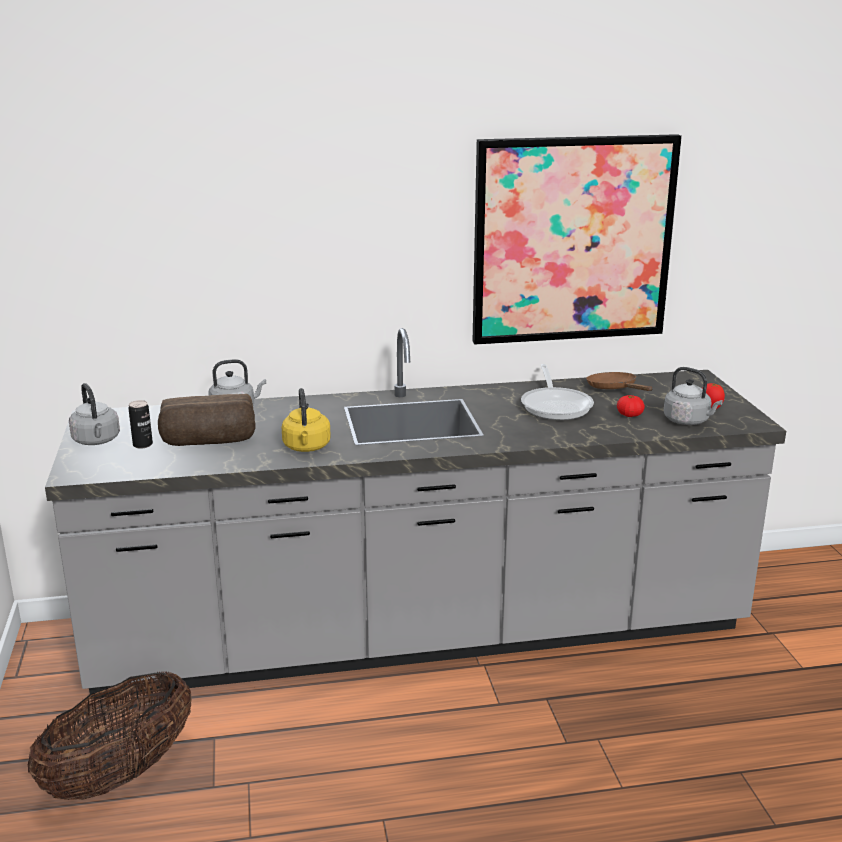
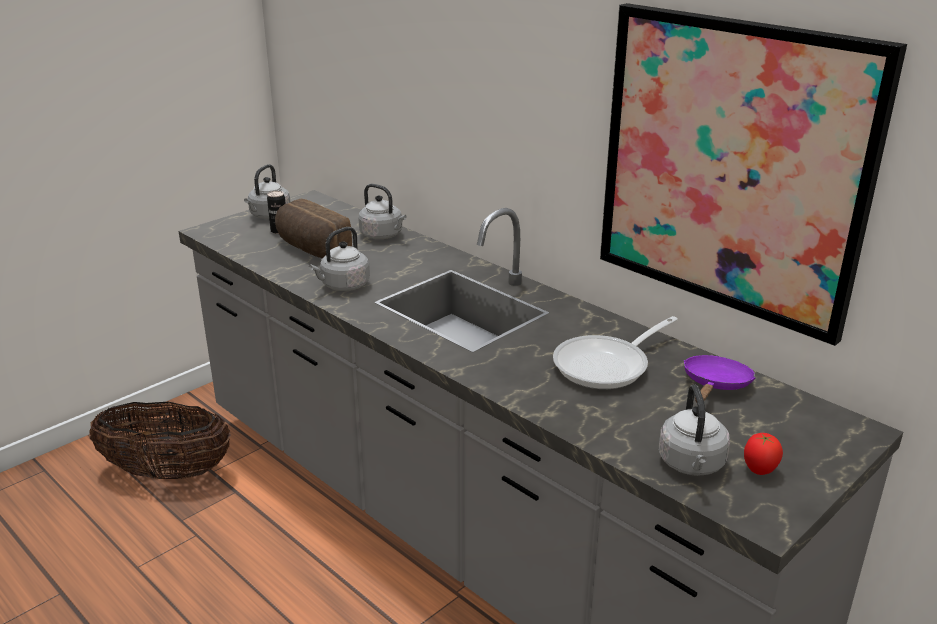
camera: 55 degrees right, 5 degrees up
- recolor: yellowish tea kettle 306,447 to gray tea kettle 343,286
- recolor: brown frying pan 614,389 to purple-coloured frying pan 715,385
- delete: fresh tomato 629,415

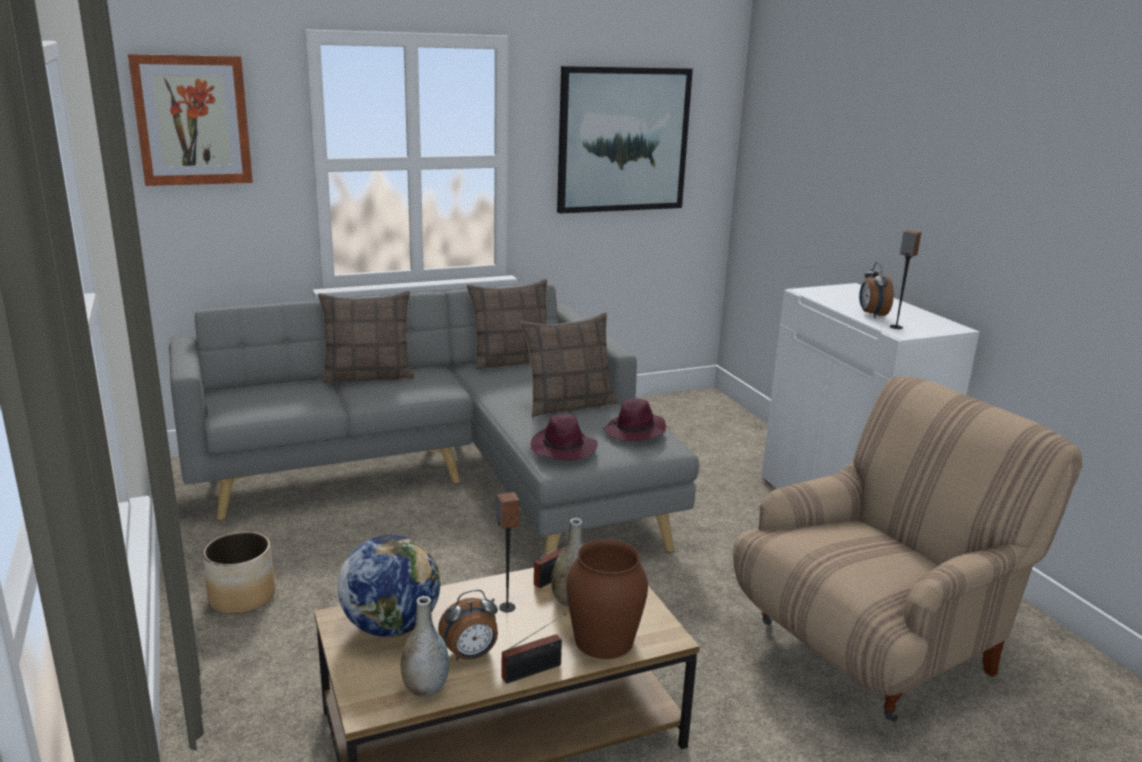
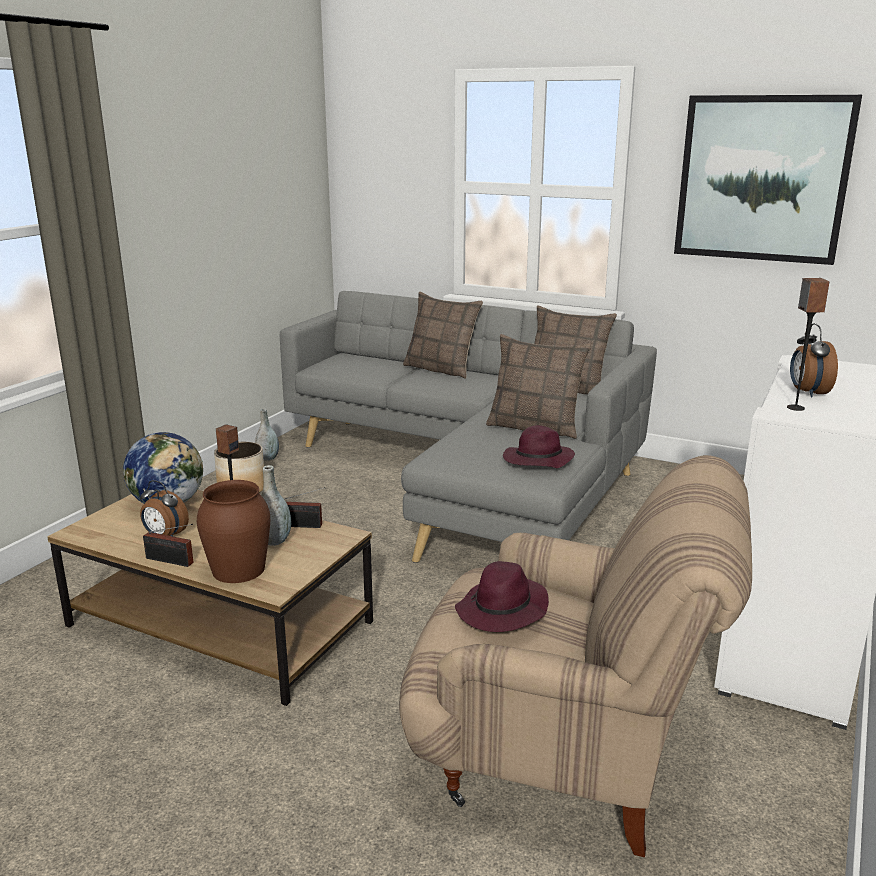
camera: 50 degrees right, 0 degrees up
- delete: wall art 192,120
- move: gray vase 425,688 to 268,458
- move: purple-coloured clothing hat 564,449 to 502,611
- rotate: table clock 871,314 = 807,393 45 degrees counterclockwise

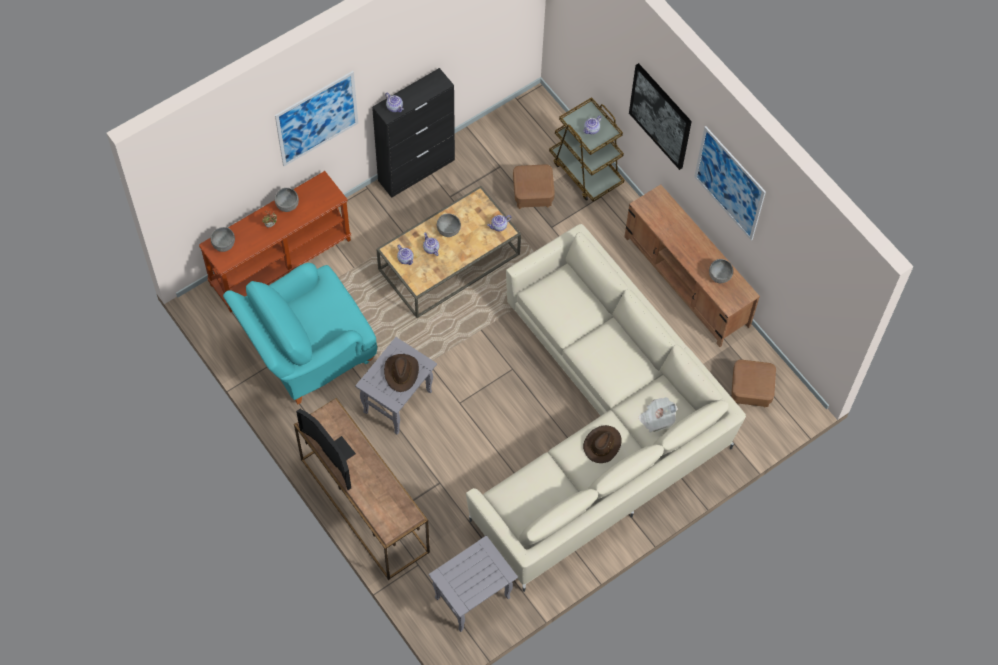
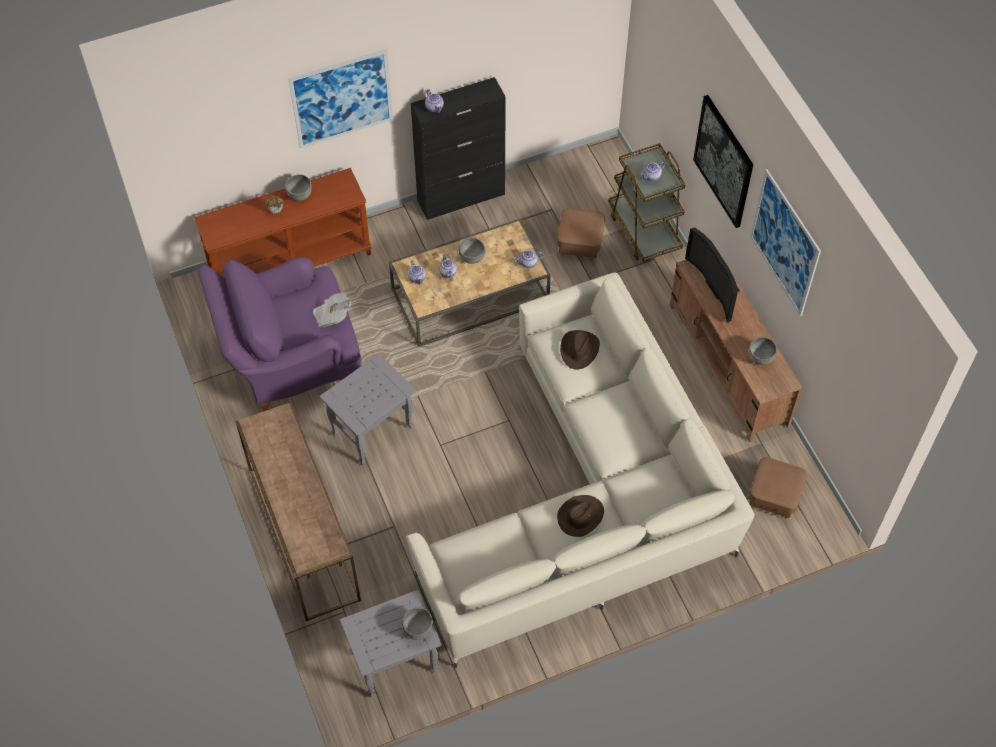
camera: 15 degrees right, 5 degrees down
- move: gray serving bowl 224,245 to 418,629
- recolor: blue-green armchair 306,353 to purple-coloured armchair 289,360
- move: television 334,454 to 717,287
- move: brown clothing hat 401,373 to 579,350
- move: printed paper 656,419 to 332,316

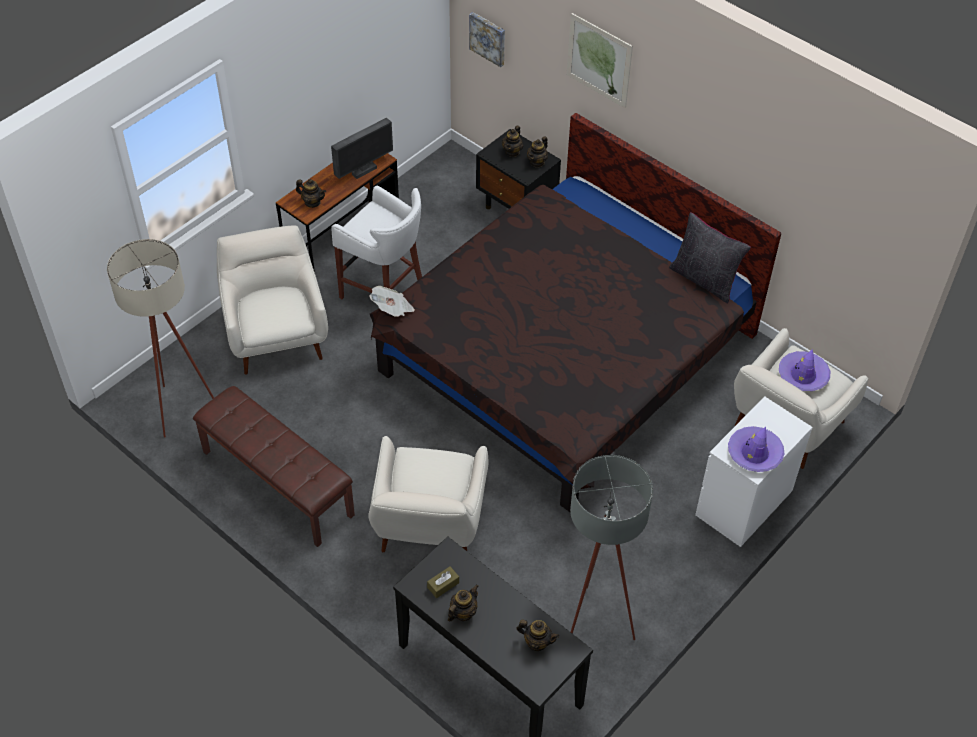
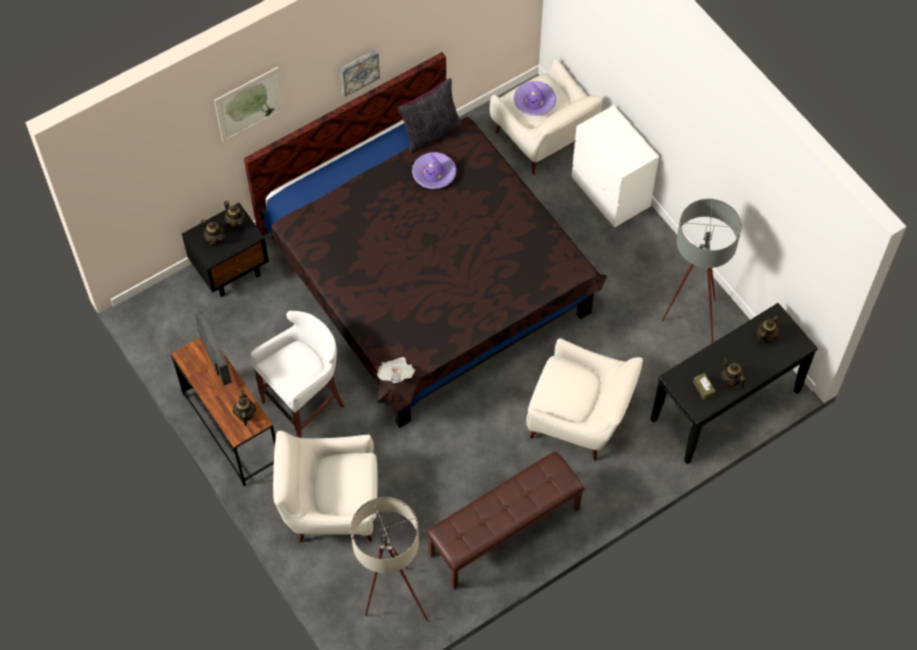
camera: 75 degrees left, 10 degrees up
- rotate: tea pot 312,202 = 245,414 45 degrees counterclockwise
- move: wall art 488,38 to 359,71
- move: purple-coloured clothing hat 754,453 to 434,174

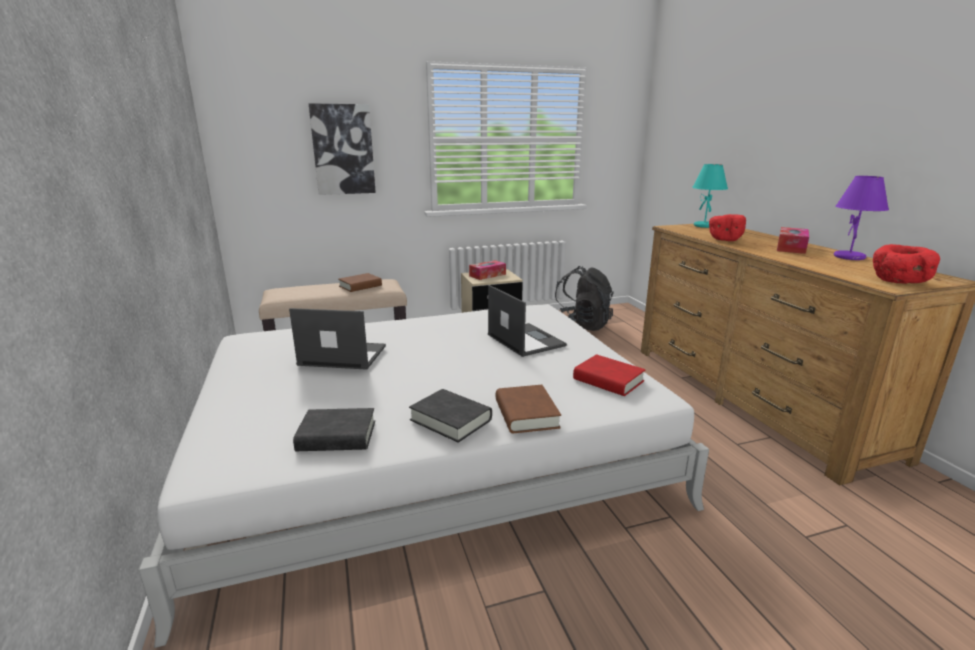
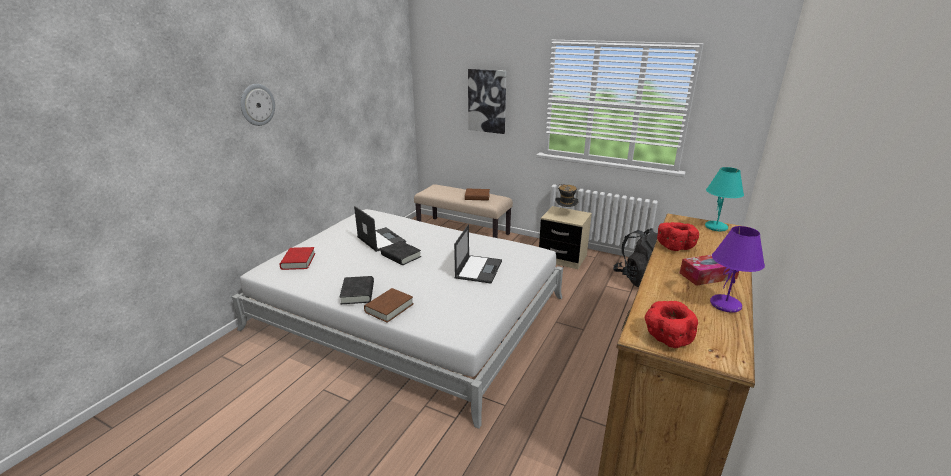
camera: 45 degrees right, 5 degrees up
- move: black book 337,436 to 401,256
- replace: tissue box 487,275 to clothing hat 565,213
- move: reddish book 608,380 to 298,261
- insert: hanging clock 257,104

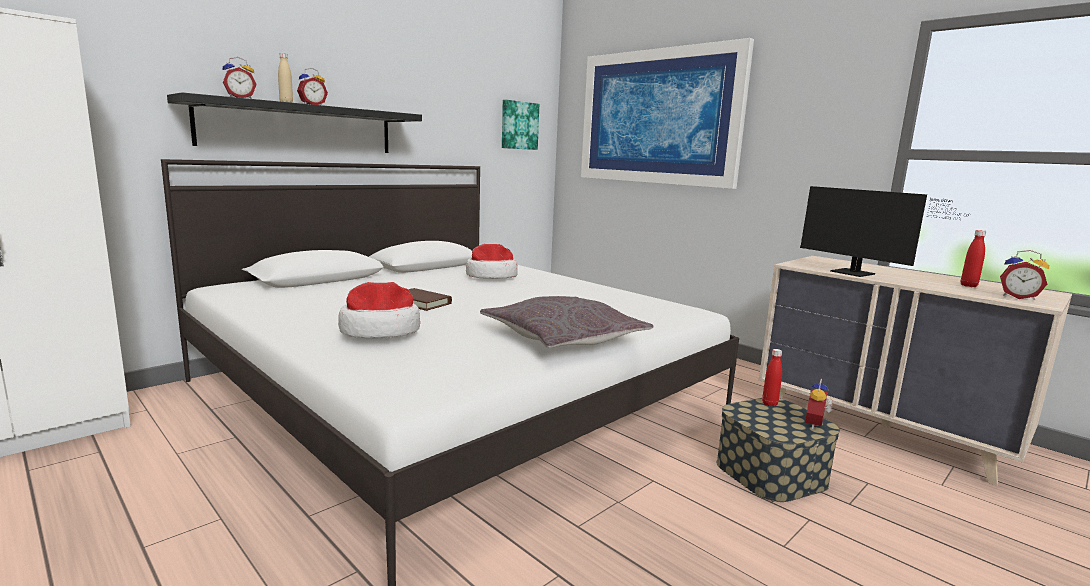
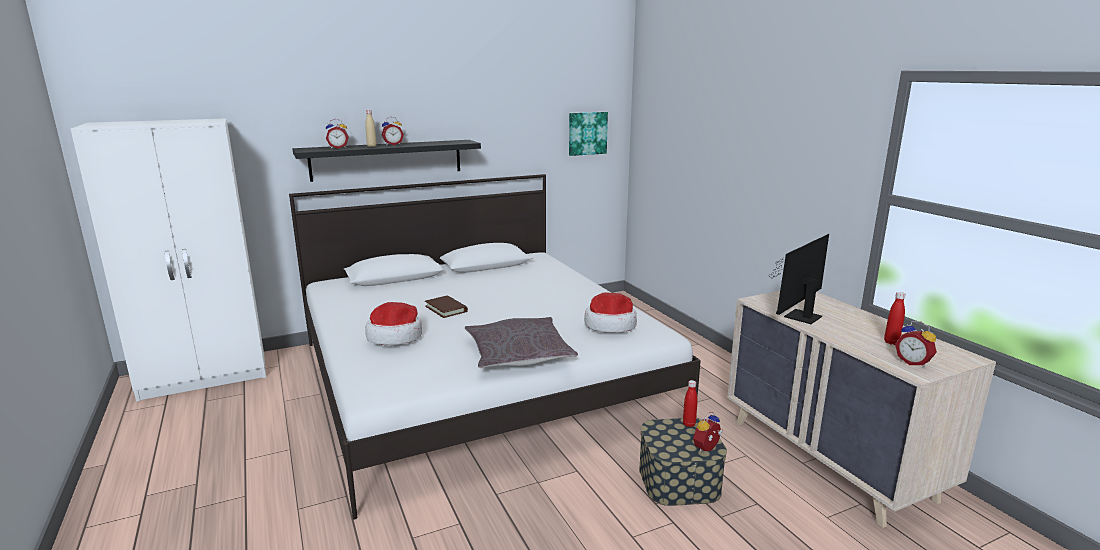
camera: 20 degrees right, 5 degrees up
- move: clothing hat 491,276 to 610,325
- delete: wall art 658,117
- rotate: computer display 857,274 = 799,317 60 degrees clockwise

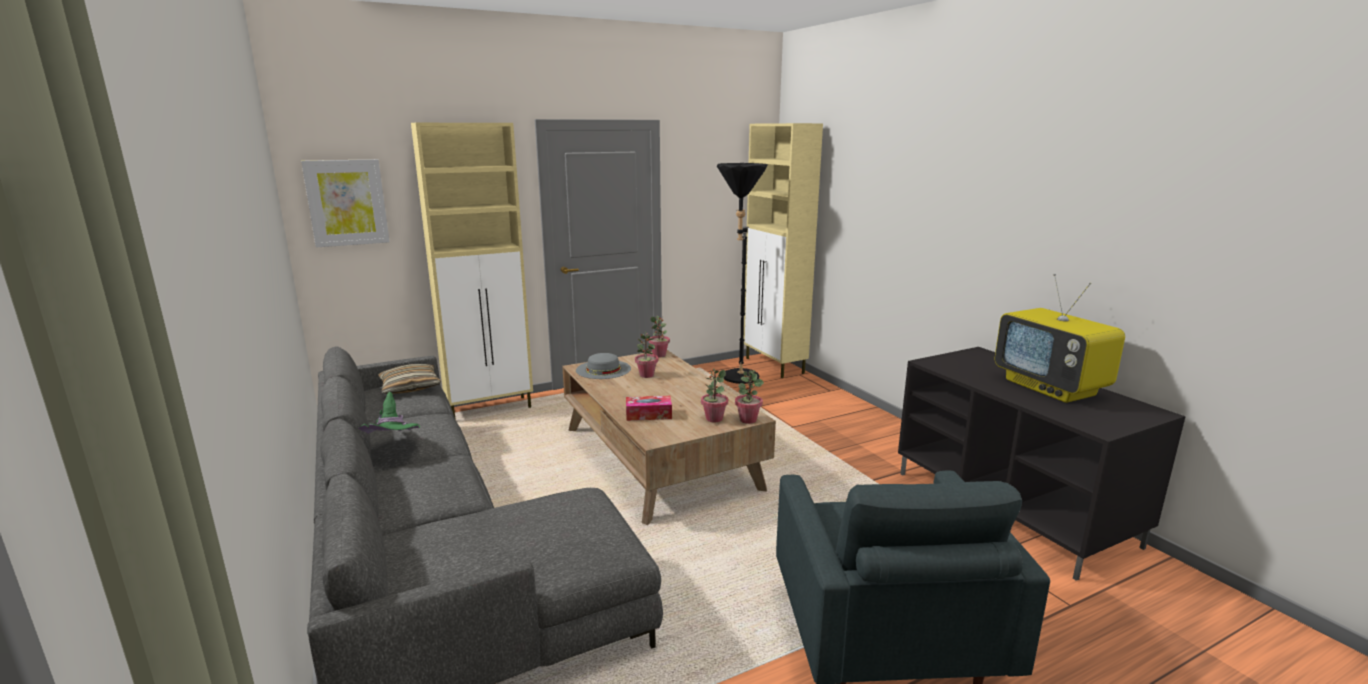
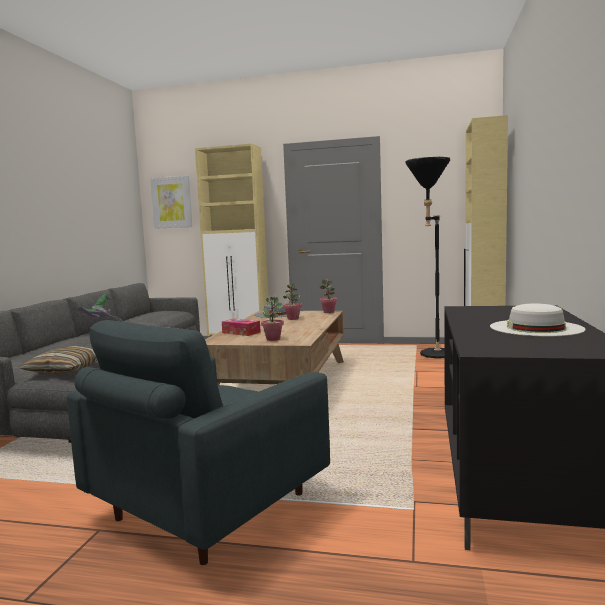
camera: 40 degrees right, 10 degrees down
- move: pillow 410,387 to 66,370
- delete: potted plant 748,420
- replace: television 1051,388 to whitish clothing hat 536,328

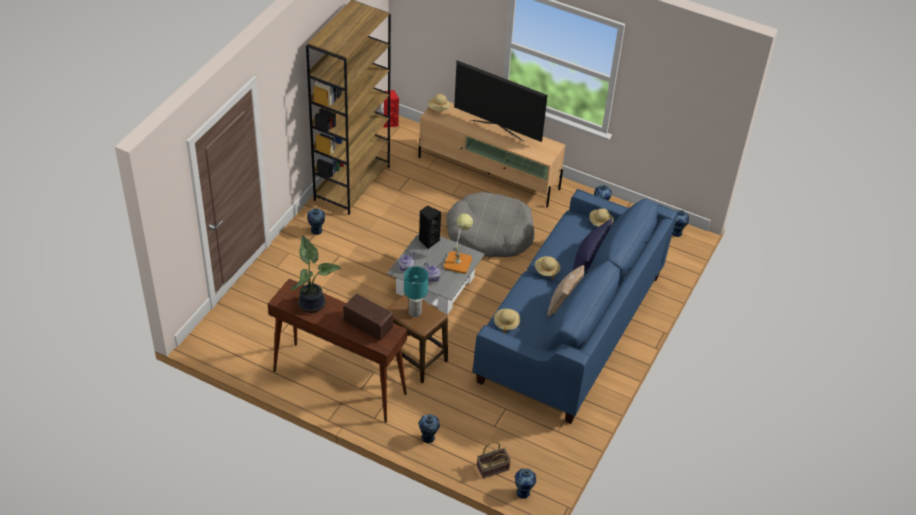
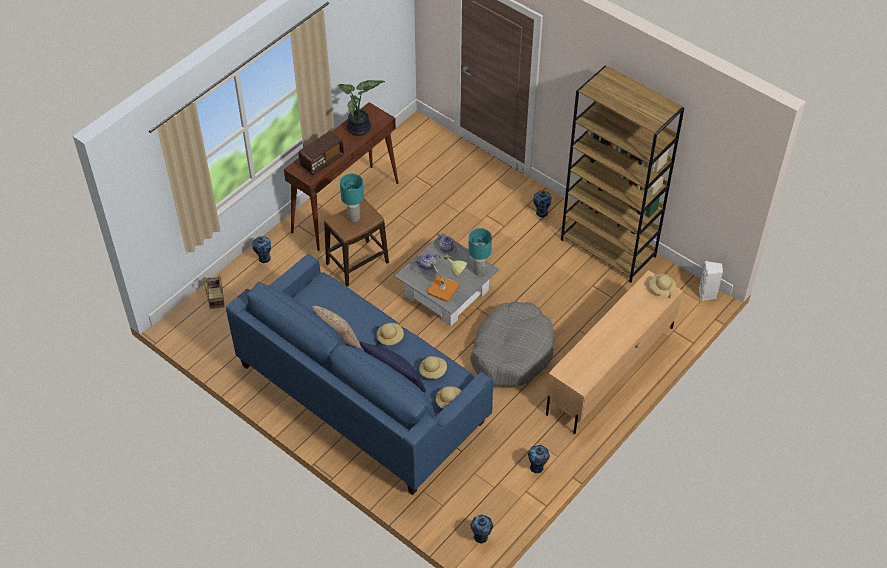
camera: 105 degrees right, 5 degrees up
- recolor: reddish loudspeaker 390,123 to whitish loudspeaker 707,294
- replace: black loudspeaker 428,241 to blue-green tabletop lamp 479,271
- delete: television 497,130
- move: beige clothing hat 506,323 to 433,371
- delete: vase 523,492

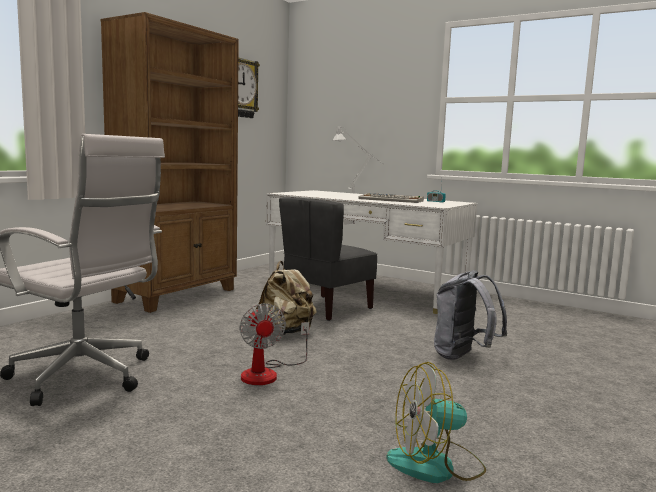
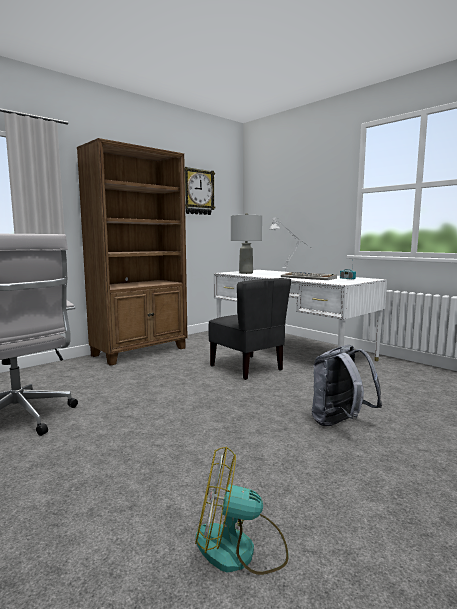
camera: 15 degrees right, 0 degrees up
- delete: cooling fan 268,373
- delete: beige knapsack 284,333
- rotate: gray chair 327,308 = 247,368 90 degrees counterclockwise
- insert: gray tabletop lamp 246,273

